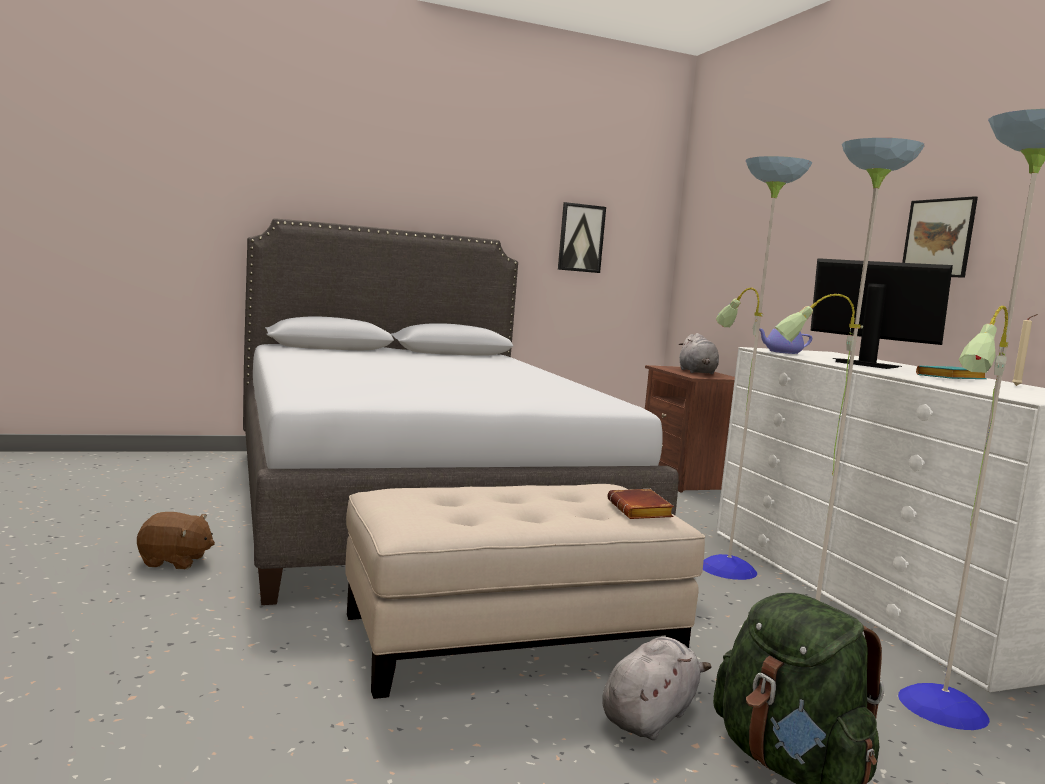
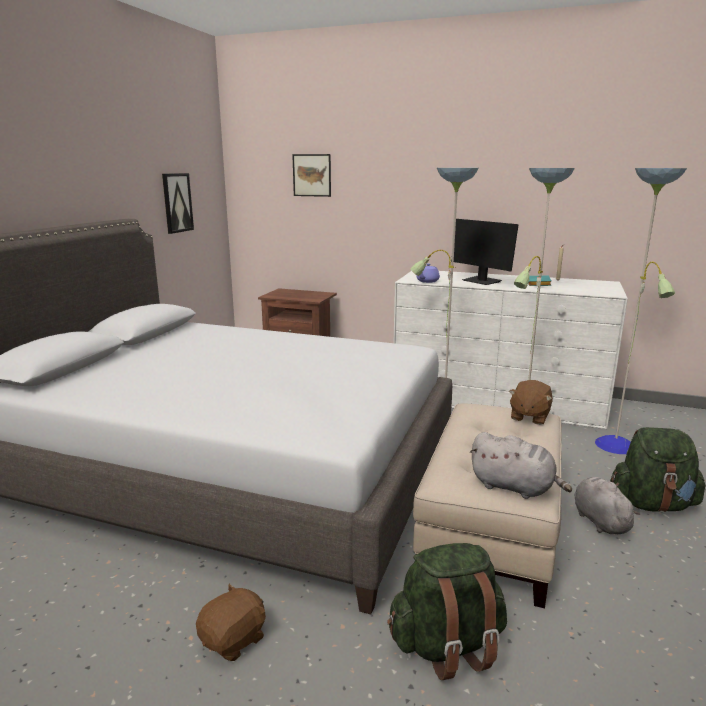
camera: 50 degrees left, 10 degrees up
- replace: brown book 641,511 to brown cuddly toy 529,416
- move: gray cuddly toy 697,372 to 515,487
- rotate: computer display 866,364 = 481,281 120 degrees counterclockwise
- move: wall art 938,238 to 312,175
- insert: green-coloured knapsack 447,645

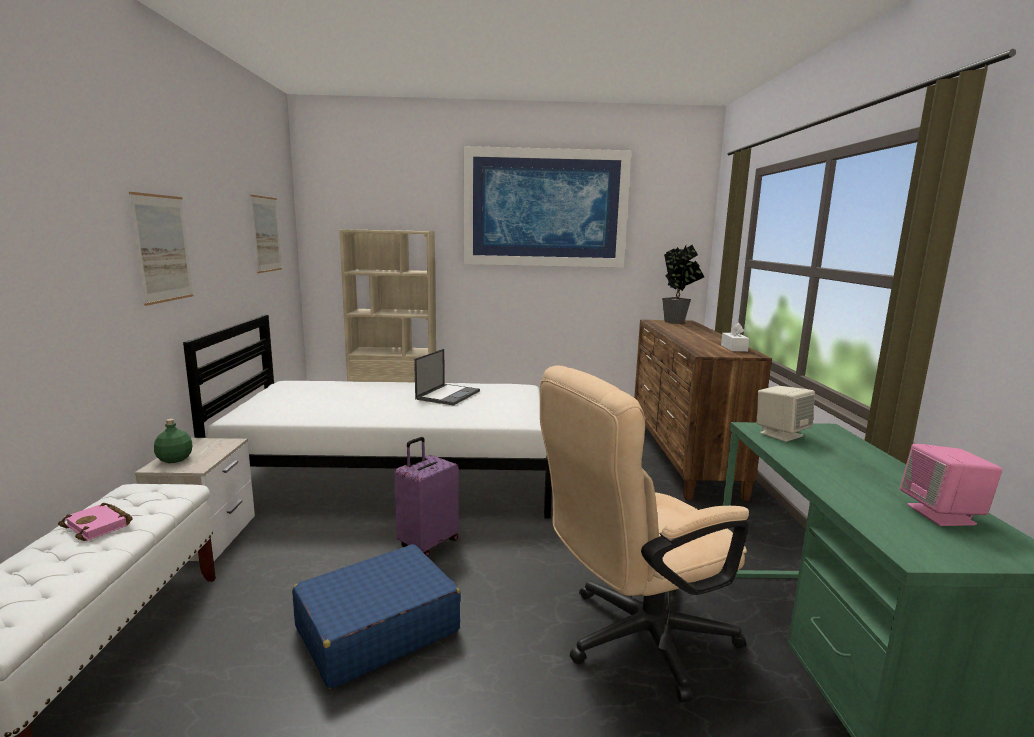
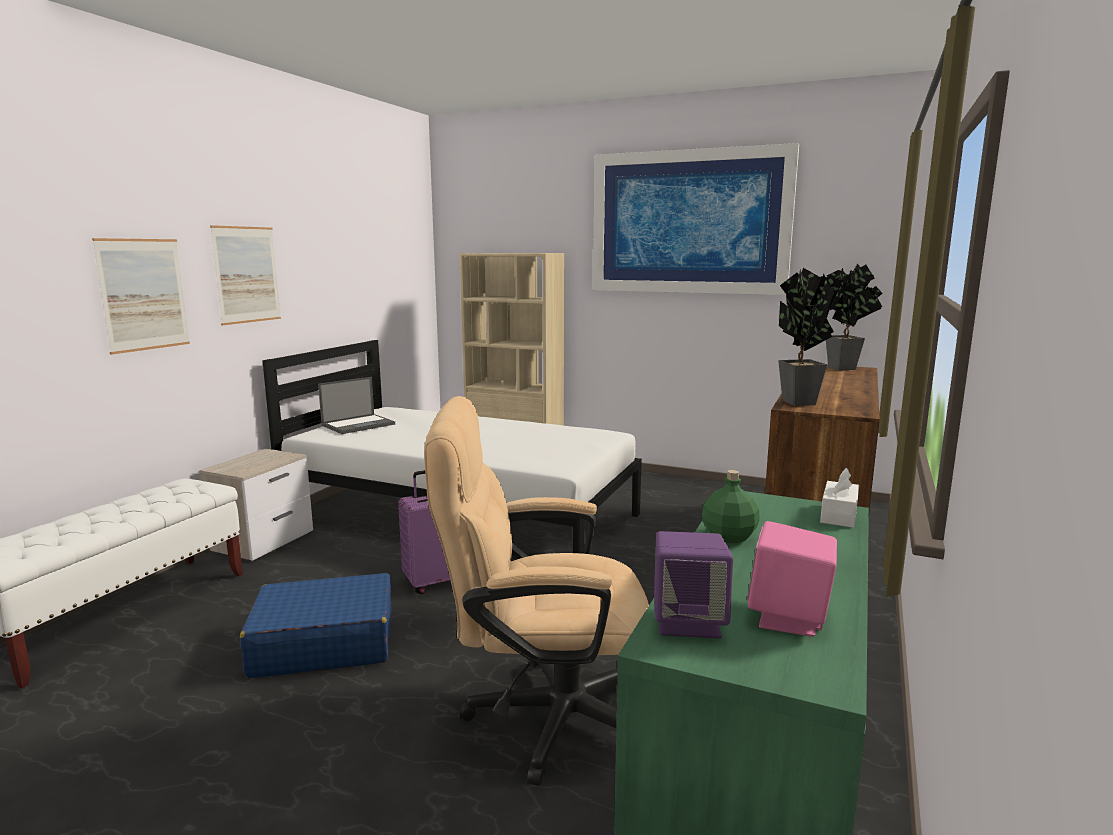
camera: 25 degrees right, 0 degrees up
- delete: pinkish book 100,526
- move: green-coloured beverage bottle 175,459 to 730,537
- move: wall art 266,234 to 143,294
- move: notebook computer 448,395 to 359,424
- move: whitish tissue box 734,348 to 838,515
- delete: beige loudspeaker 781,434
- insert: purple-coloured loudspeaker 688,622
- insert: potted plant 798,404

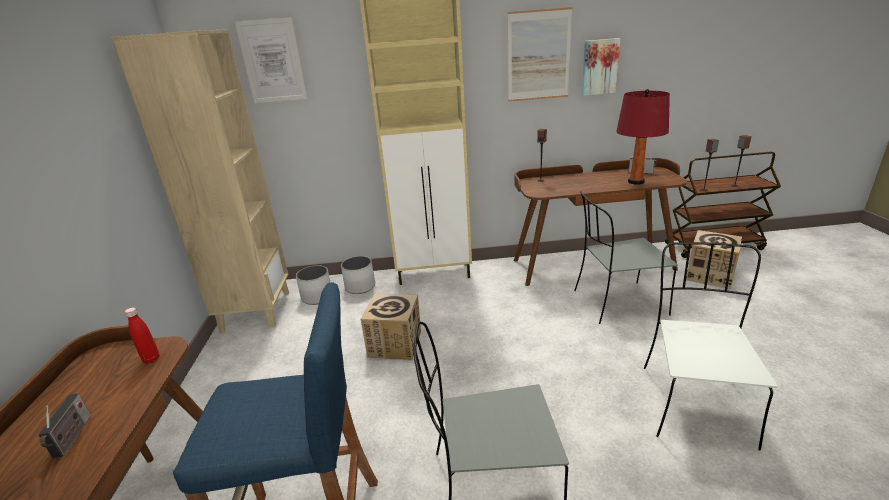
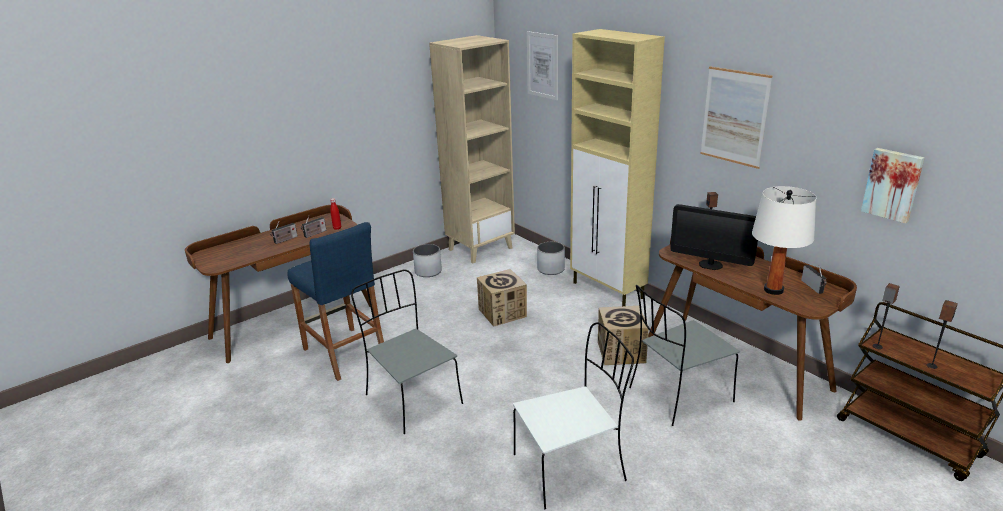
camera: 55 degrees right, 0 degrees up
- move: whitish planter 317,297 to 428,272
- rotate: gray chair 617,303 = 678,395 75 degrees counterclockwise
- move: wall art 599,67 to 892,184
- recolor: reddish tabletop lamp 636,182 to whitish tabletop lamp 773,290
- move: carton 710,275 to 621,352
- insert: radio set 314,234
- insert: computer display 710,265

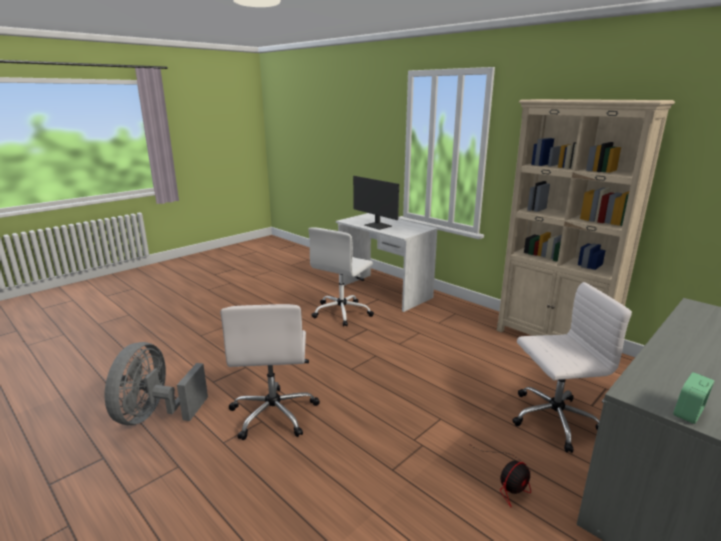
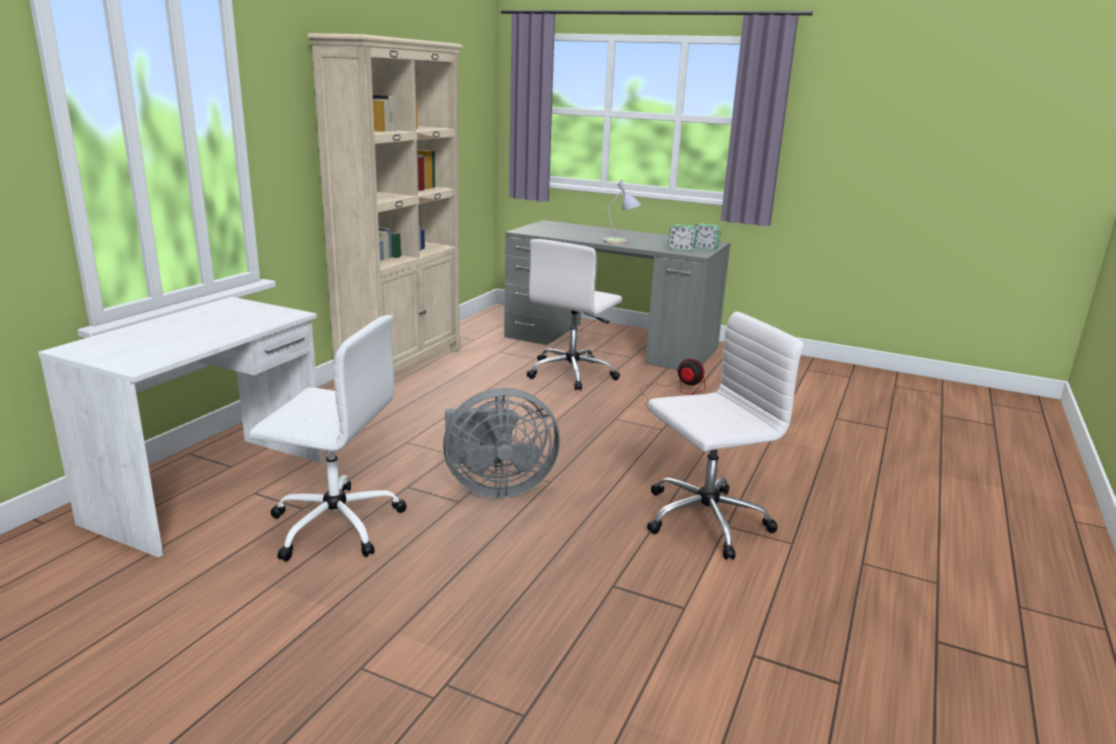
camera: 110 degrees left, 0 degrees up
- move: gray cooling fan 155,415 to 495,487
- delete: computer display 377,226
- rotate: whitish computer chair 552,419 = 572,373 120 degrees counterclockwise
- insert: tabletop lamp 620,242
- insert: table clock 681,249

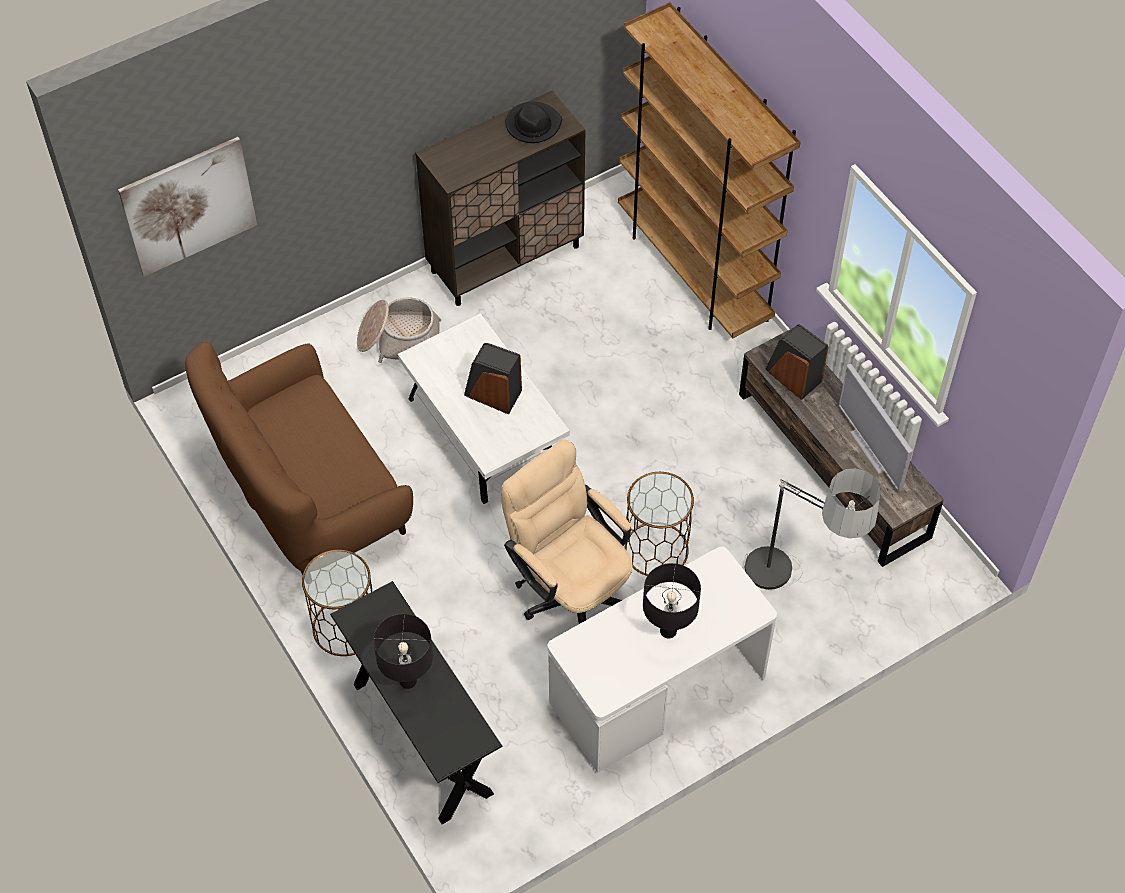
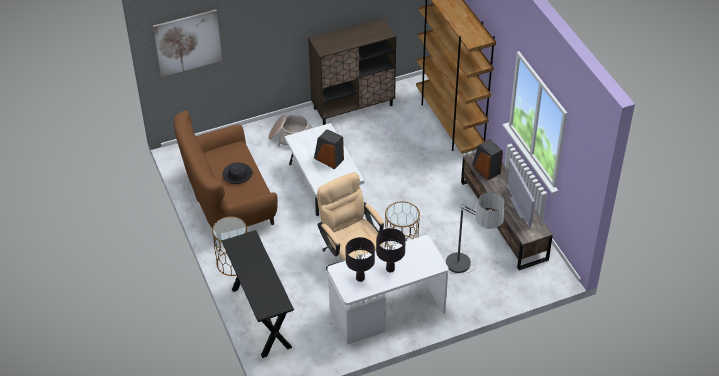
camera: 10 degrees right, 10 degrees down
- move: black tabletop lamp 408,681 to 360,278
- move: black clothing hat 533,125 to 237,174

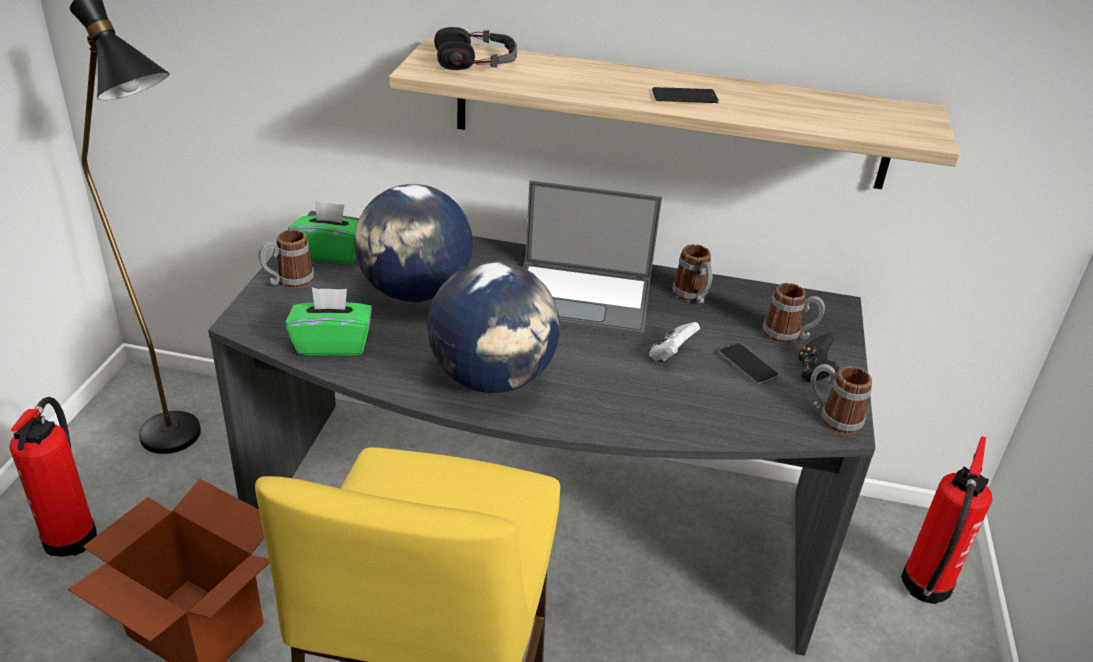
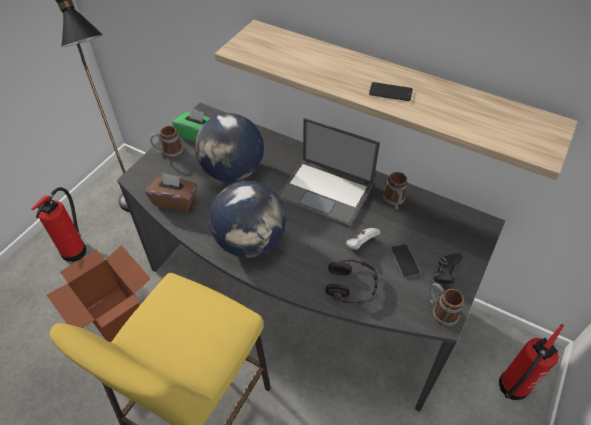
camera: 20 degrees right, 15 degrees up
- recolor: green-coloured tissue box 332,344 to brown tissue box 175,201
- move: headset 475,61 to 352,285
- delete: tea mug 788,335

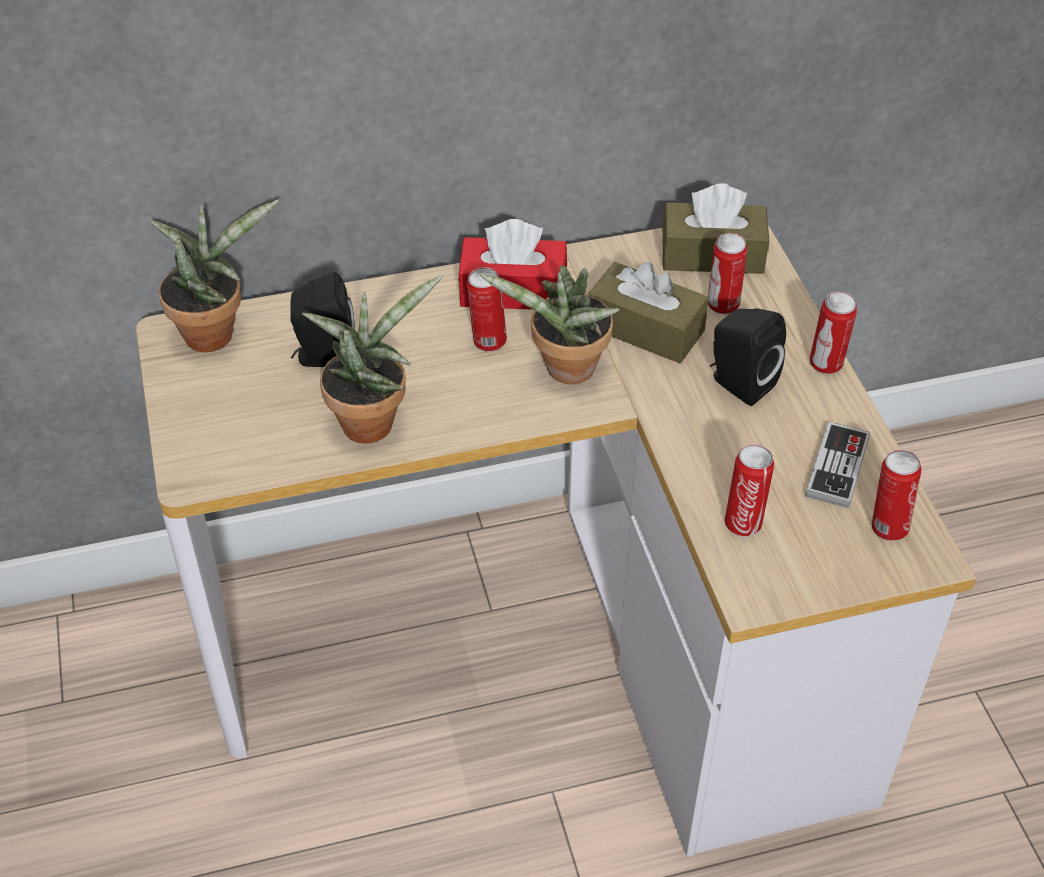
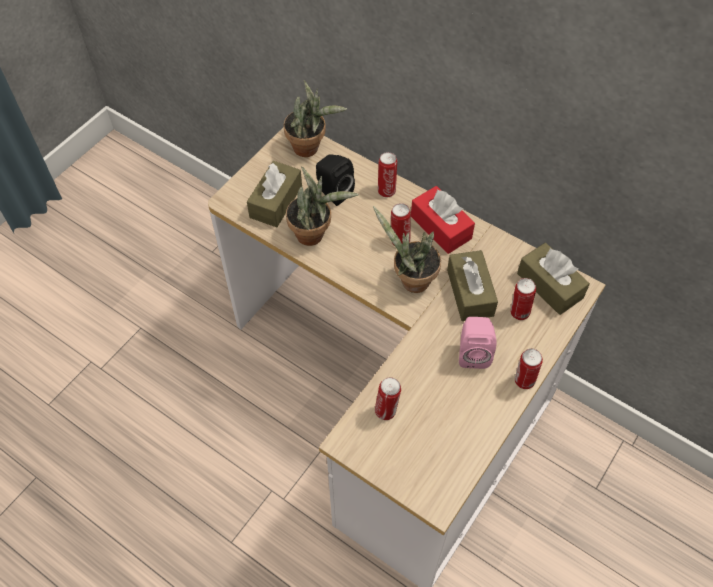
camera: 50 degrees right, 10 degrees up
- recolor: black loudspeaker 738,383 to pinkish loudspeaker 473,352
- delete: joypad 837,467
- move: metal can 887,527 to 386,190
- insert: brown tissue box 276,201

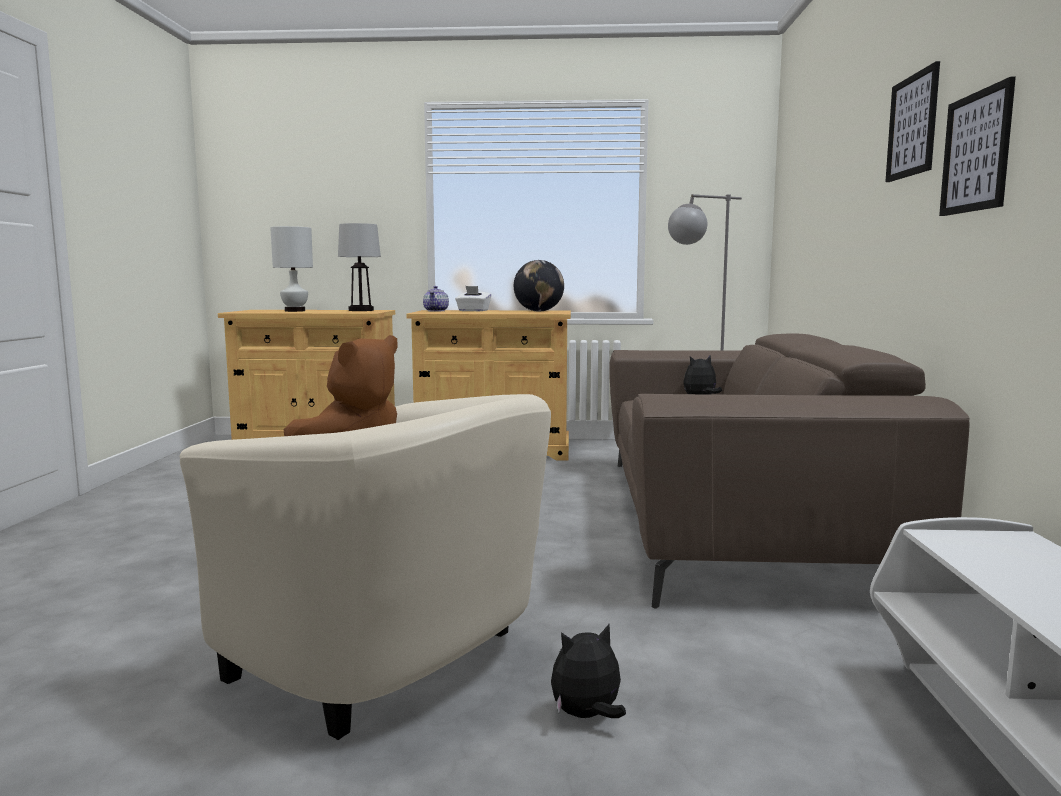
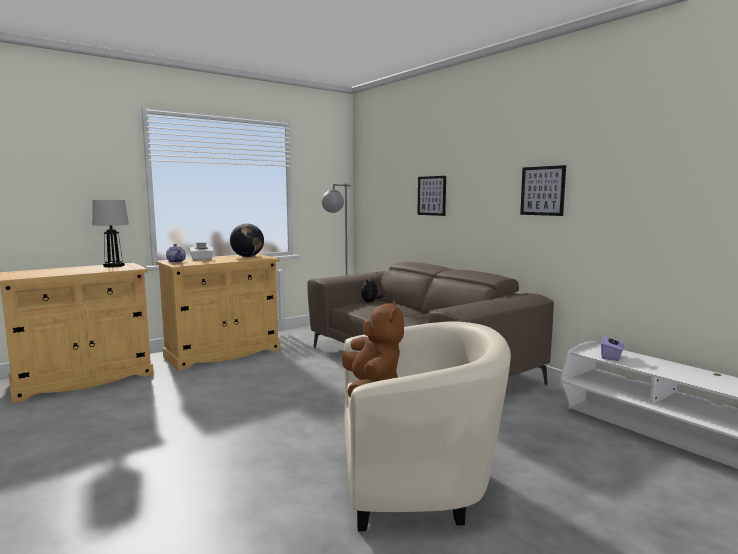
camera: 40 degrees left, 0 degrees up
- delete: whitish tabletop lamp 295,311
- delete: cuddly toy 587,716
- move: wall art 912,126 to 431,195
- insert: purple-coloured tissue box 611,357

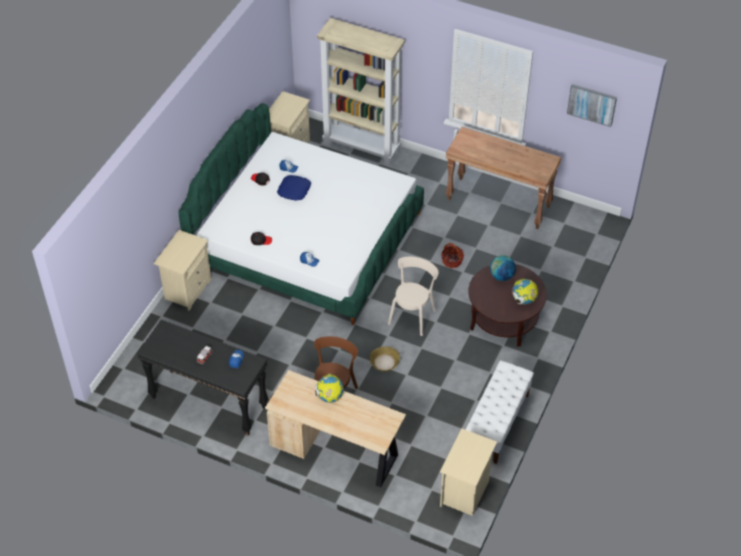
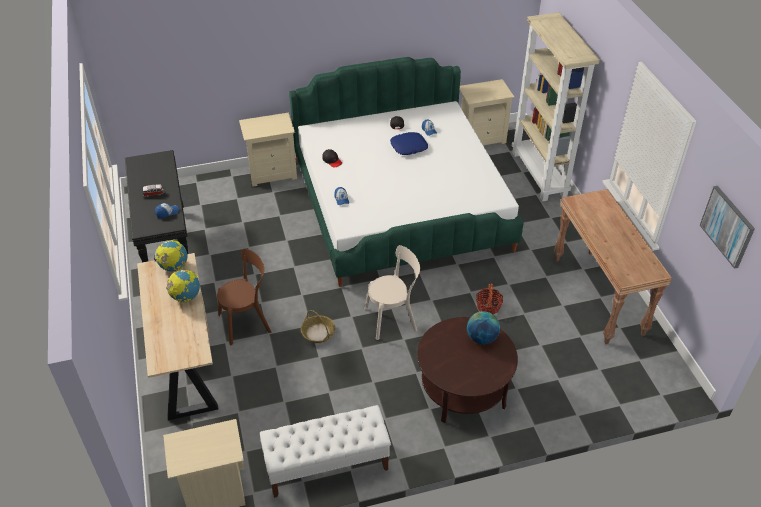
camera: 50 degrees right, 5 degrees down
- move: desk globe 523,300 to 174,267

